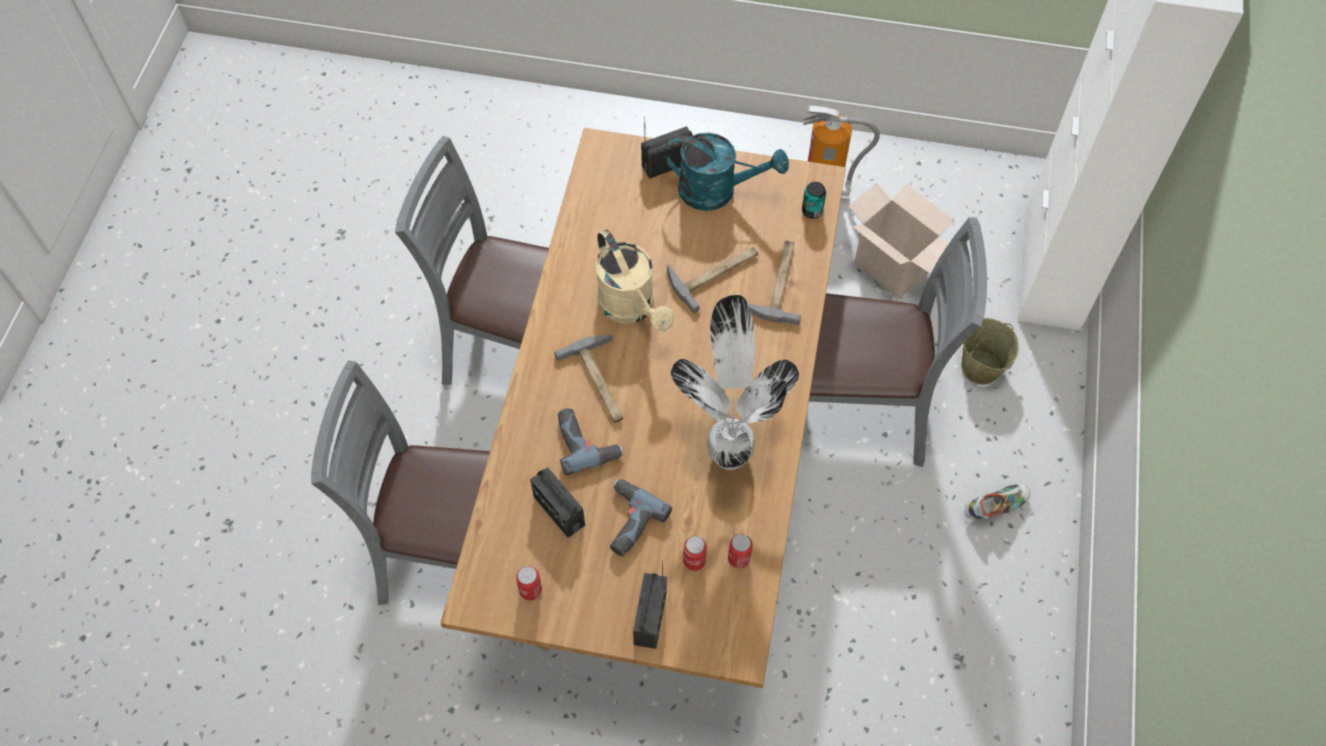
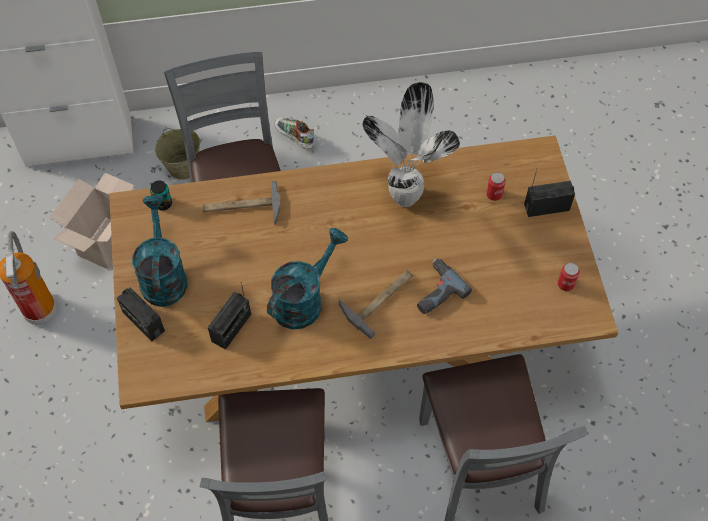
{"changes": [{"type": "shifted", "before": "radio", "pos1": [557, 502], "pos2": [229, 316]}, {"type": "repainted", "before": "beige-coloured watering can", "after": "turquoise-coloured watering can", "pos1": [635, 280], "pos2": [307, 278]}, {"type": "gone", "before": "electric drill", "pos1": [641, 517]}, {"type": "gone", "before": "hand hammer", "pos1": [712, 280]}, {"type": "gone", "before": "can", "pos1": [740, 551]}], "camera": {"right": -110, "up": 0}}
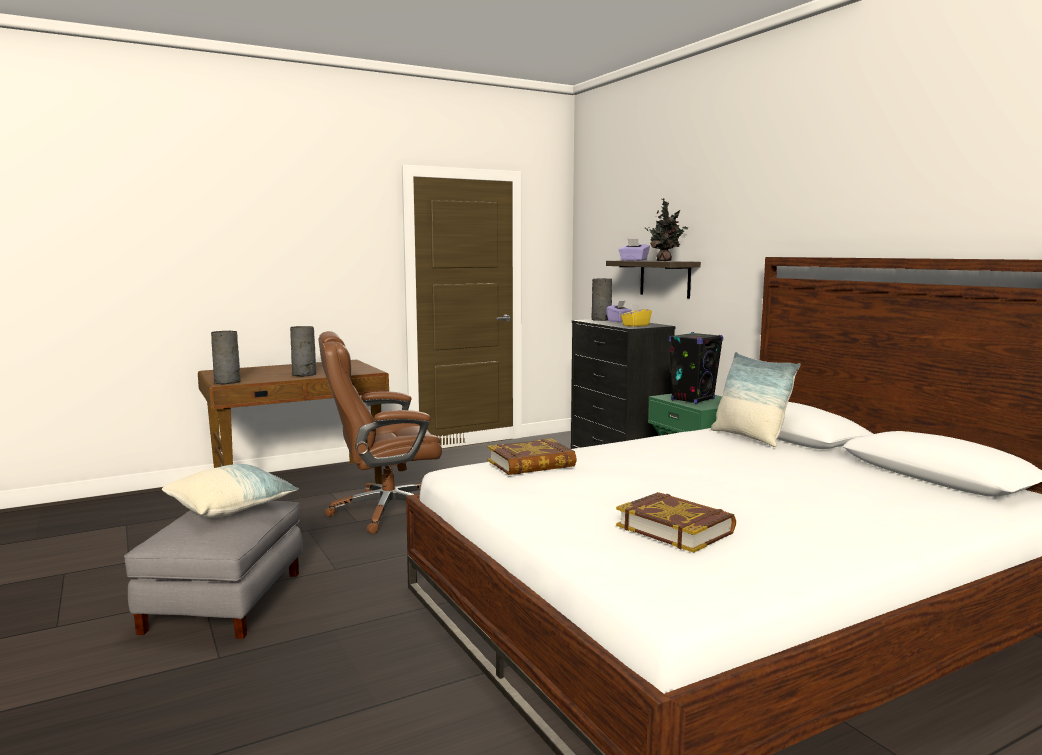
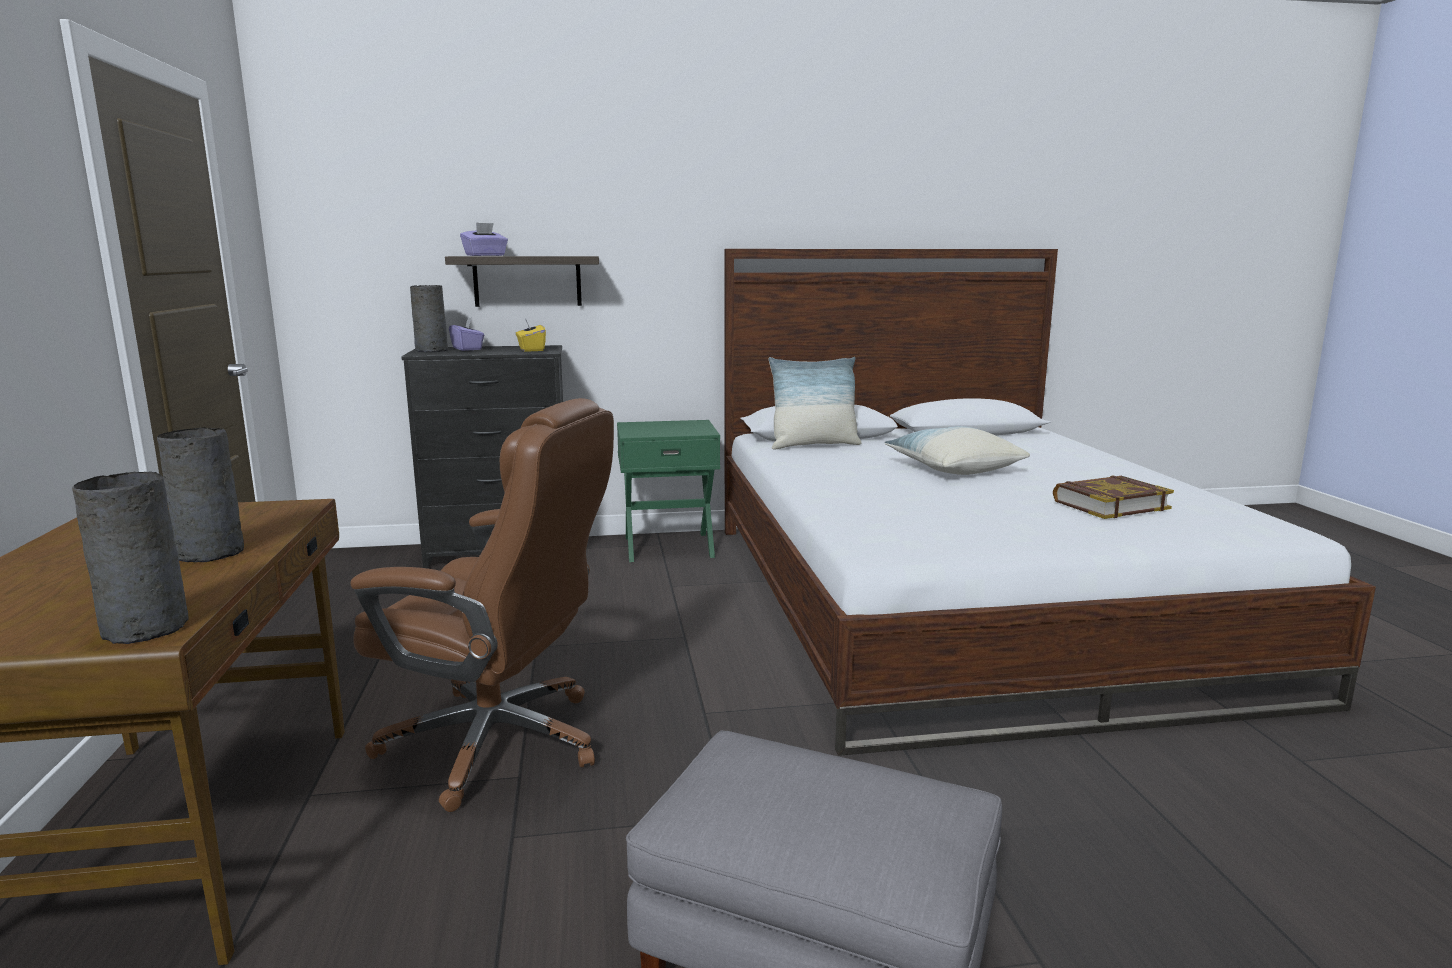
{"changes": [{"type": "rotated", "before": "brownish office chair", "pos1": [380, 432], "pos2": [482, 605], "turn": -75}, {"type": "shifted", "before": "pillow", "pos1": [230, 491], "pos2": [957, 450]}, {"type": "gone", "before": "book", "pos1": [532, 457]}, {"type": "gone", "before": "plant in a pot", "pos1": [666, 229]}, {"type": "gone", "before": "black loudspeaker", "pos1": [696, 368]}], "camera": {"right": -70, "up": 5}}
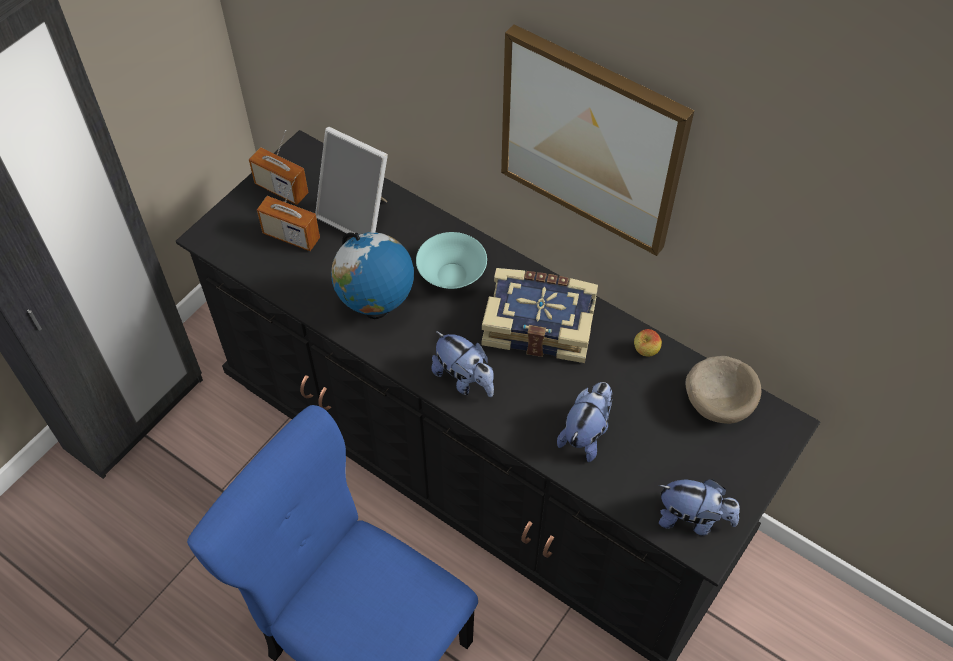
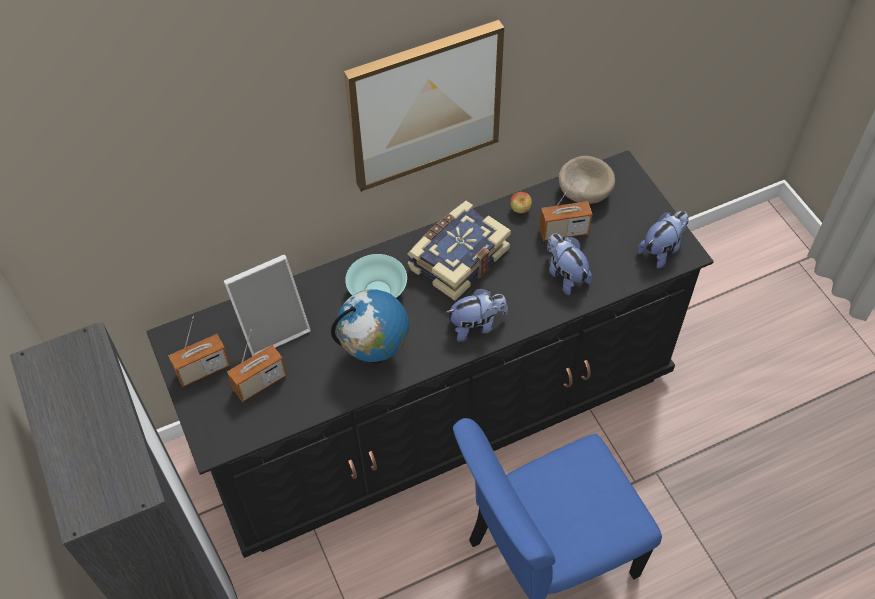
{"changes": [{"type": "new", "after": "radio", "pos2": [565, 209]}], "camera": {"right": -60, "up": 0}}
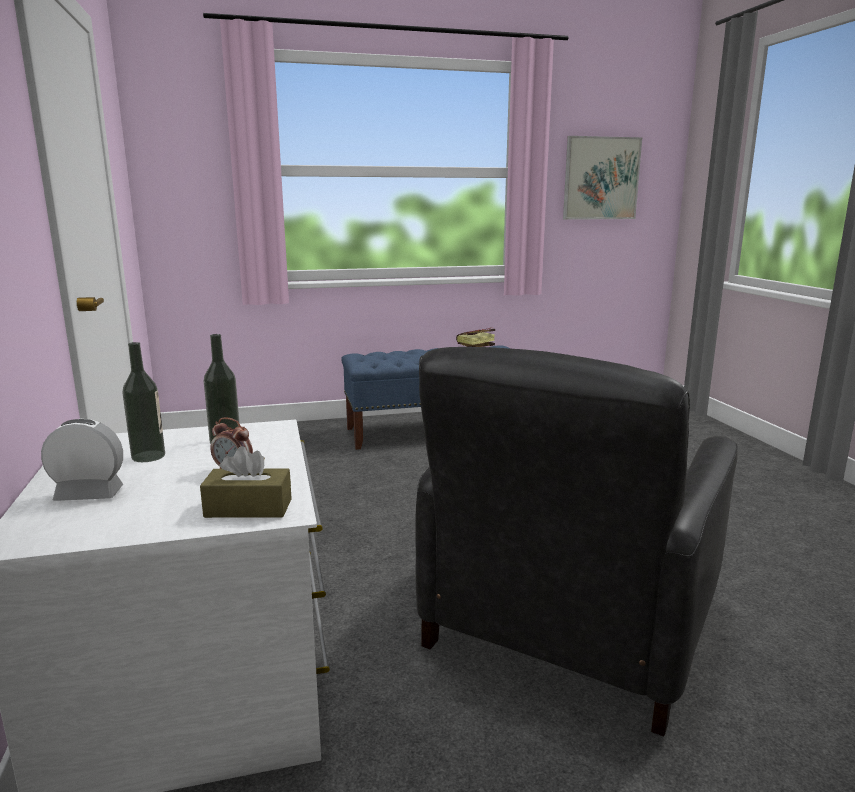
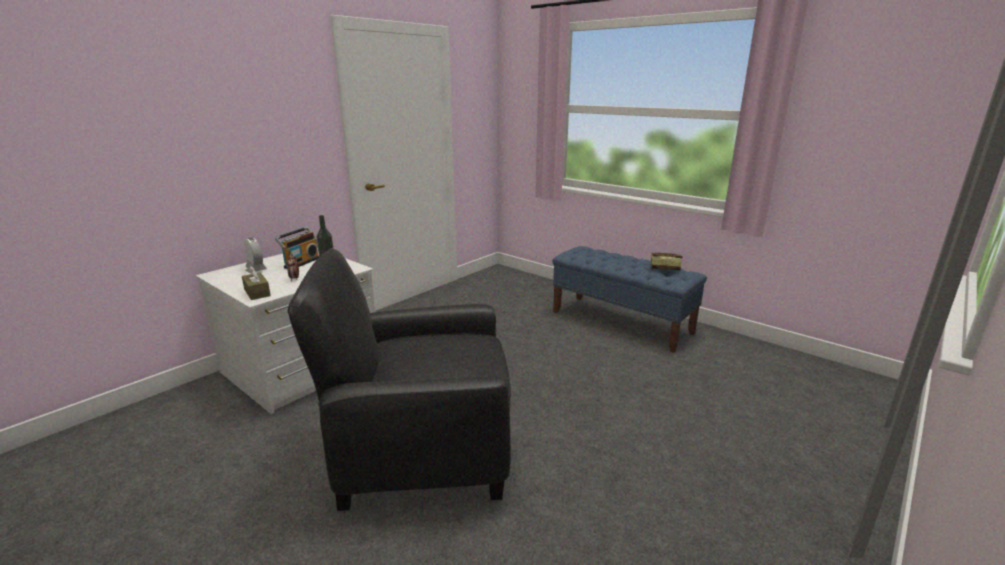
{"changes": [{"type": "swapped", "before": "bottle", "after": "radio", "pos1": [143, 402], "pos2": [297, 248]}, {"type": "gone", "before": "wall art", "pos1": [602, 178]}], "camera": {"right": 55, "up": 5}}
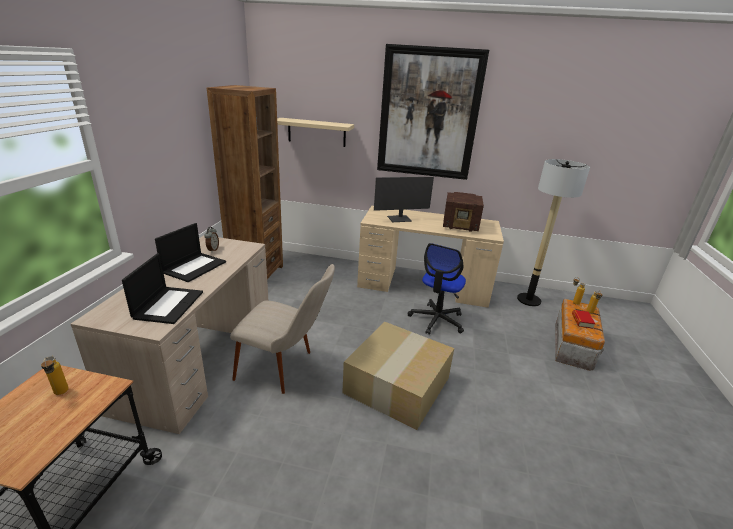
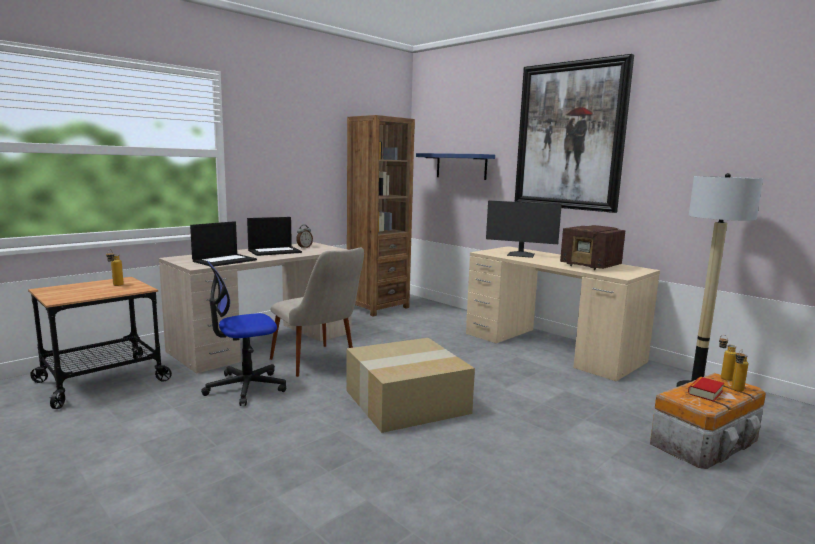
{"changes": [{"type": "shifted", "before": "office chair", "pos1": [437, 289], "pos2": [243, 333]}, {"type": "repainted", "before": "beige-coloured bracket shelf", "after": "blue-coloured bracket shelf", "pos1": [315, 132], "pos2": [455, 166]}], "camera": {"right": 35, "up": -15}}
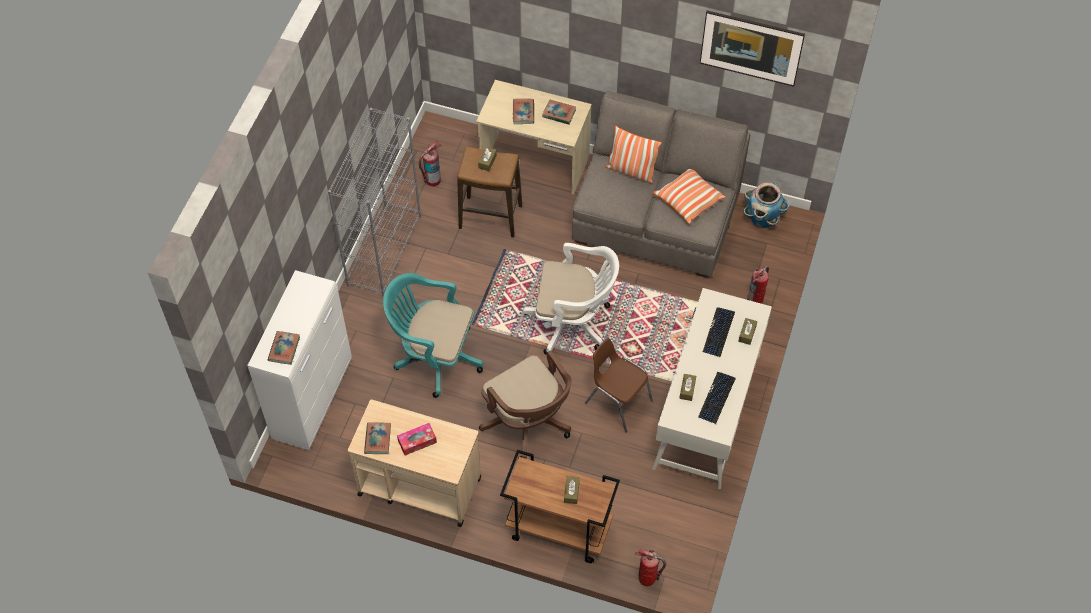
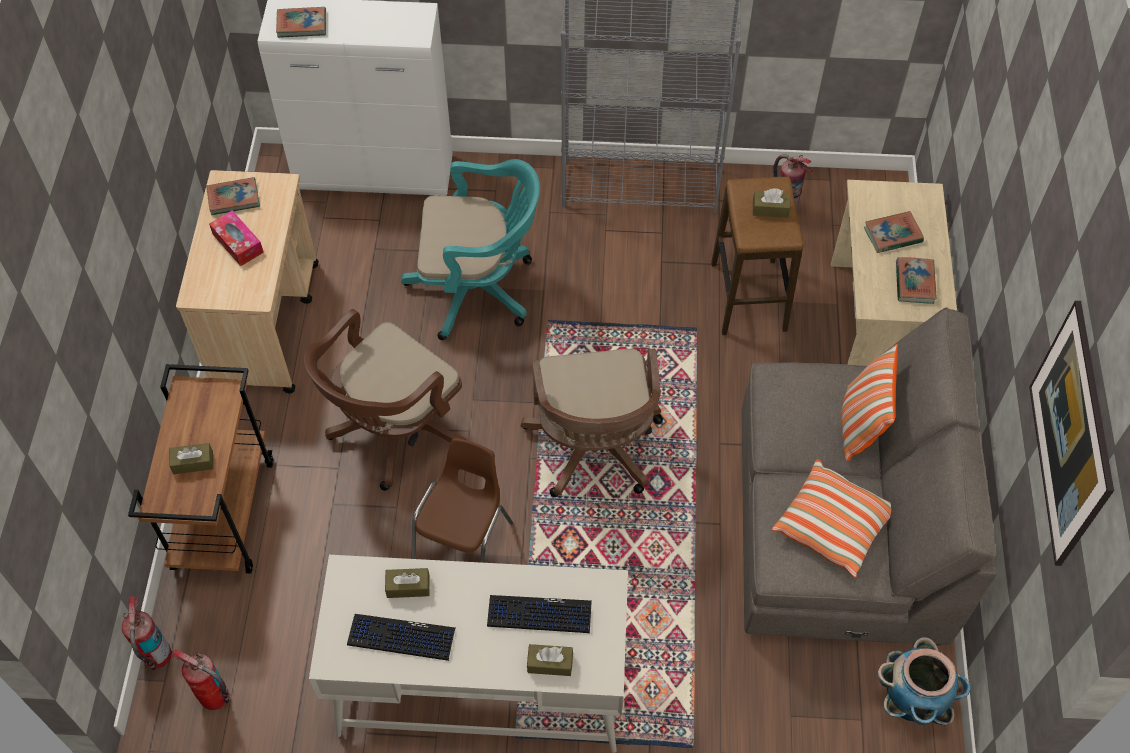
{"changes": [{"type": "shifted", "before": "fire extinguisher", "pos1": [758, 285], "pos2": [200, 679]}, {"type": "rotated", "before": "turquoise-coloured office chair", "pos1": [433, 335], "pos2": [470, 249], "turn": 90}, {"type": "repainted", "before": "white-coloured office chair", "after": "brownish office chair", "pos1": [571, 299], "pos2": [592, 422]}], "camera": {"right": 75, "up": 0}}
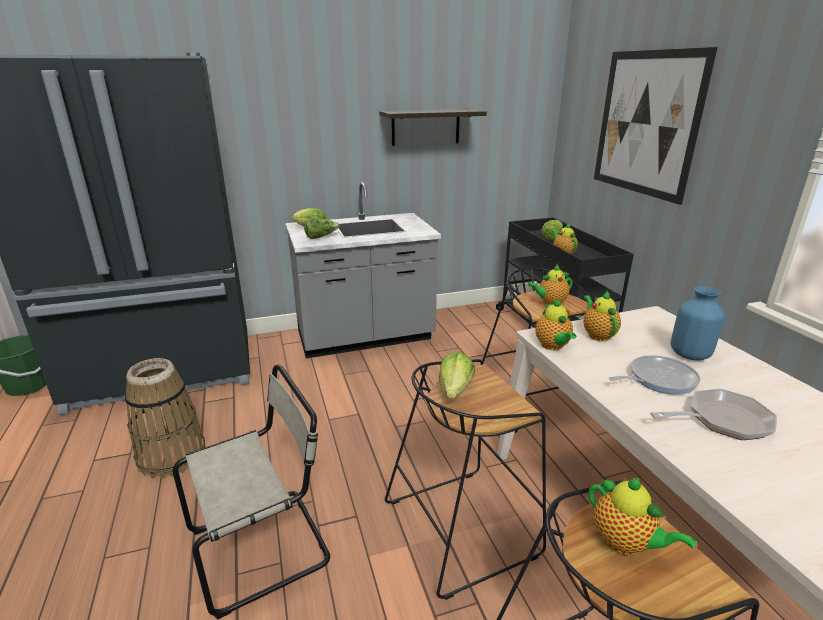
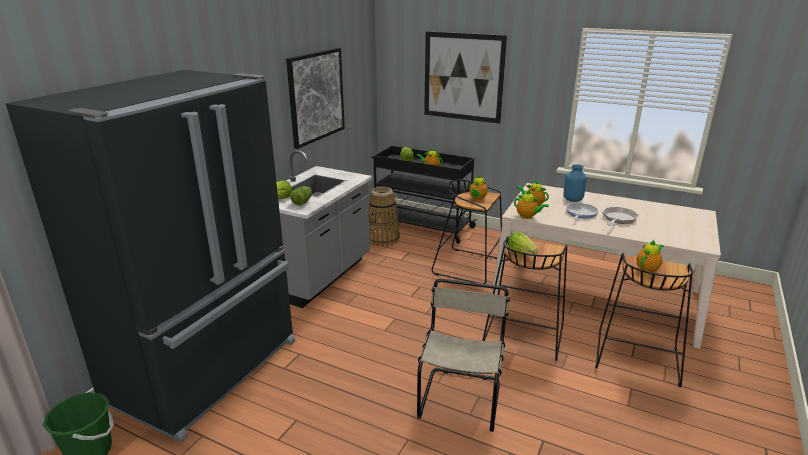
{"changes": [{"type": "swapped", "before": "bracket shelf", "after": "wall art", "pos1": [433, 127], "pos2": [315, 98]}, {"type": "shifted", "before": "basket", "pos1": [165, 418], "pos2": [384, 216]}, {"type": "rotated", "before": "tea pot", "pos1": [642, 516], "pos2": [649, 257], "turn": -45}], "camera": {"right": -45, "up": 0}}
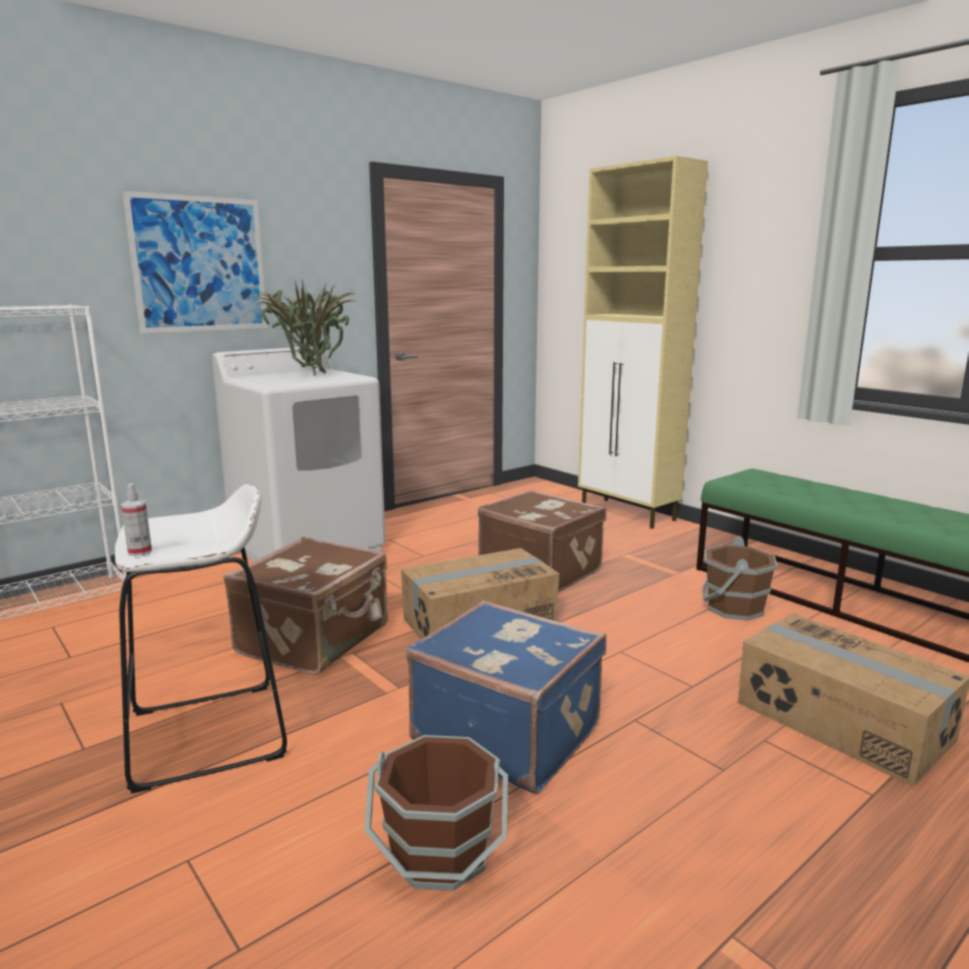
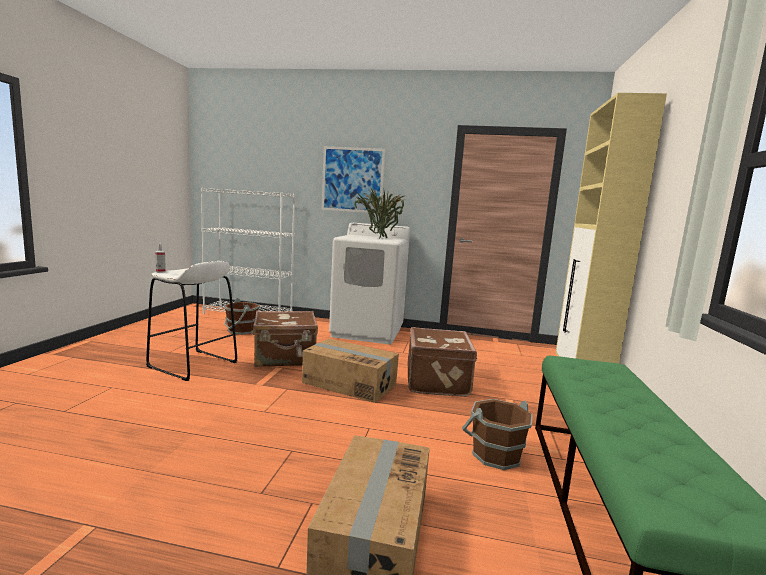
{"changes": [{"type": "shifted", "before": "brownish pail", "pos1": [436, 813], "pos2": [242, 316]}, {"type": "gone", "before": "blue-coloured travel case", "pos1": [506, 697]}], "camera": {"right": 50, "up": -5}}
